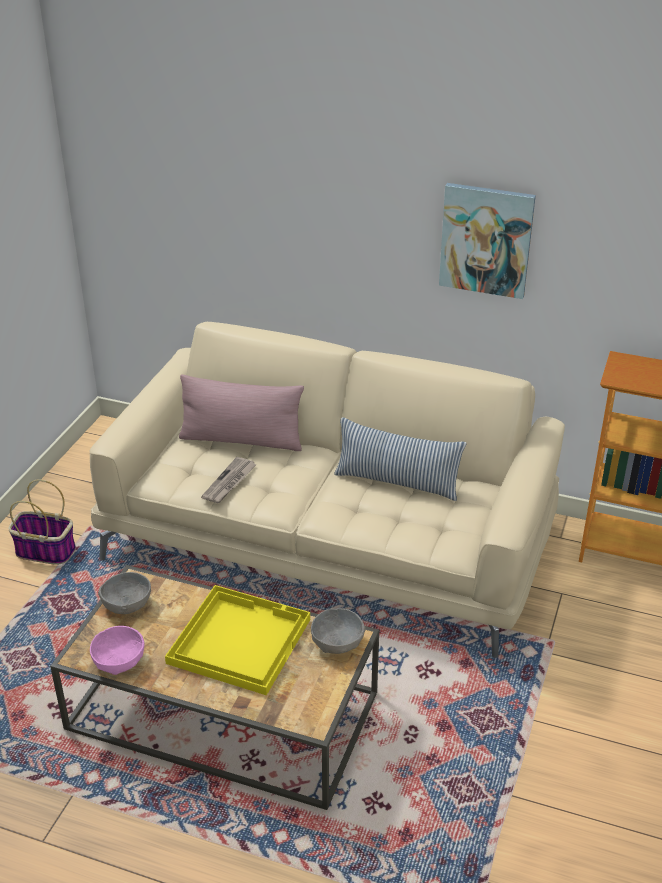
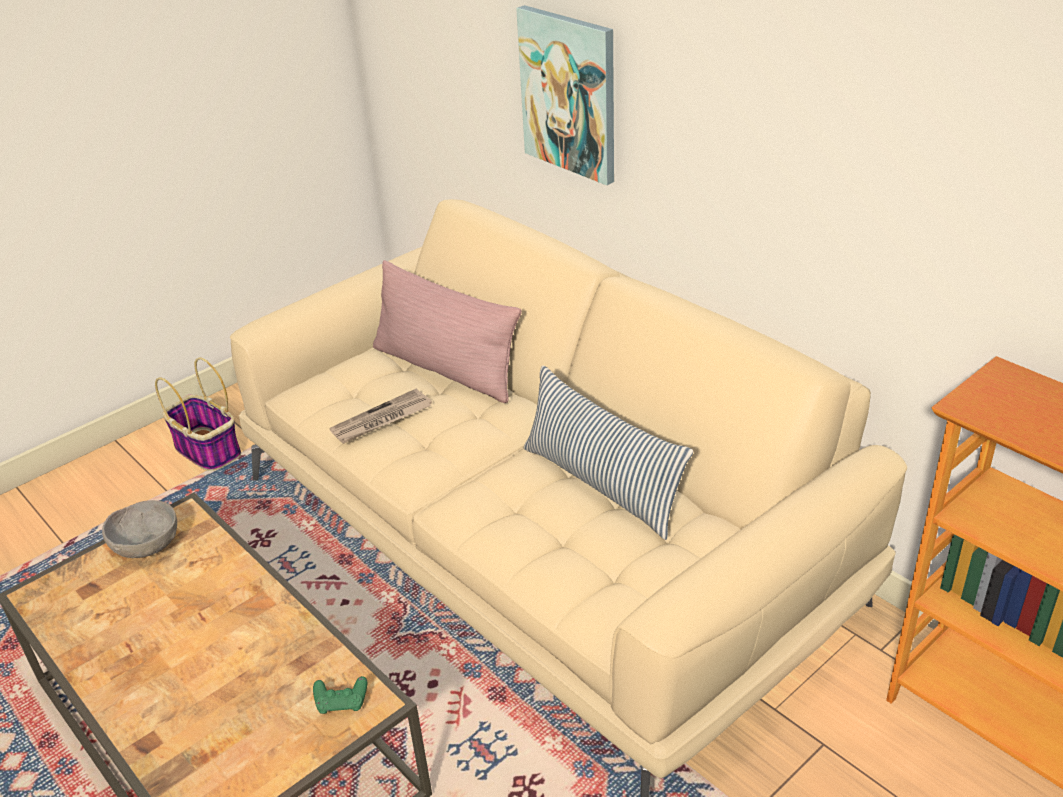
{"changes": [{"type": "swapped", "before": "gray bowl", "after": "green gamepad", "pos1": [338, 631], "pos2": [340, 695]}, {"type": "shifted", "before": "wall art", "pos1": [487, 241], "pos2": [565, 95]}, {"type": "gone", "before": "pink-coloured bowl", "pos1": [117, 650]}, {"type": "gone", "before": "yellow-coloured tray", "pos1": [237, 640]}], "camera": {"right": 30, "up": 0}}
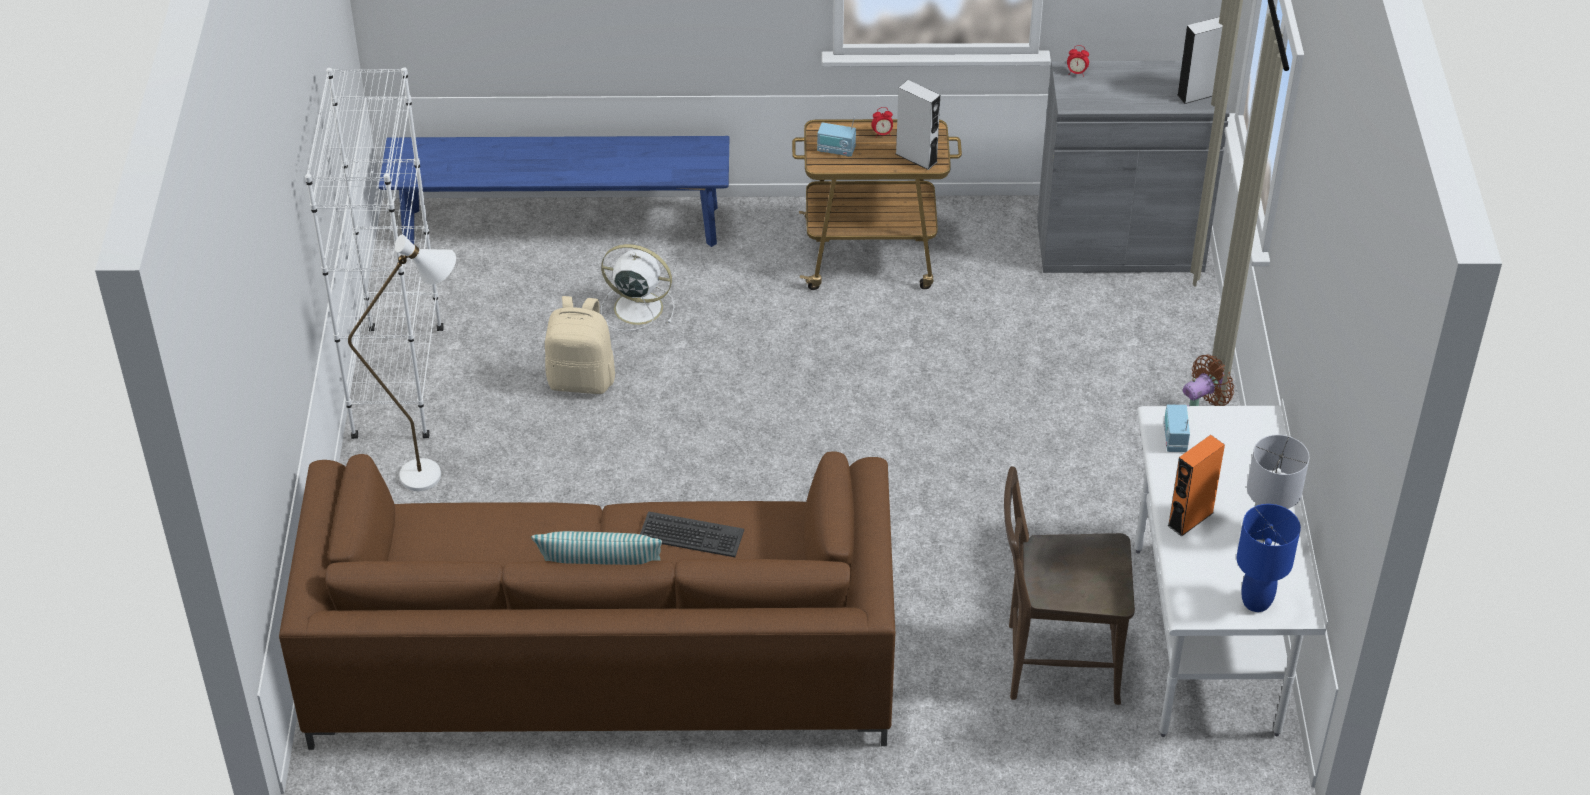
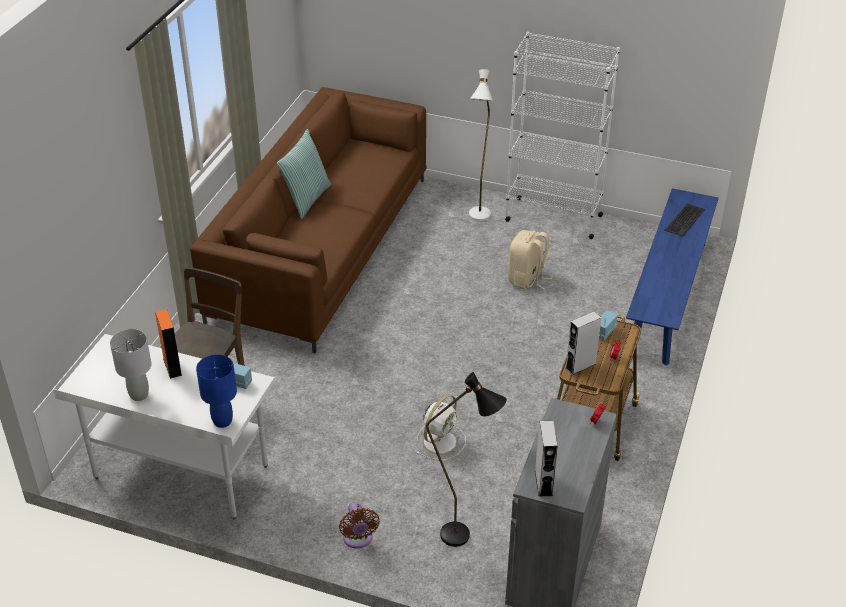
{"changes": [{"type": "shifted", "before": "blue-coloured tabletop lamp", "pos1": [1268, 558], "pos2": [216, 391]}, {"type": "shifted", "before": "white-coloured fan", "pos1": [637, 287], "pos2": [441, 427]}, {"type": "new", "after": "black floor lamp", "pos2": [466, 459]}, {"type": "shifted", "before": "computer keyboard", "pos1": [692, 534], "pos2": [685, 219]}], "camera": {"right": 110, "up": -5}}
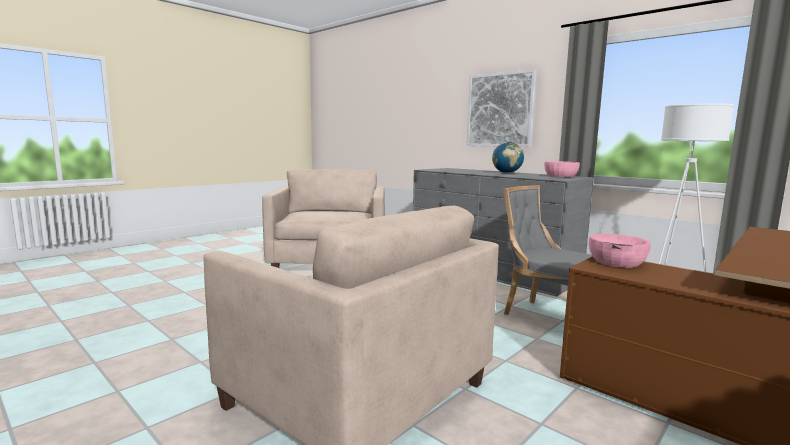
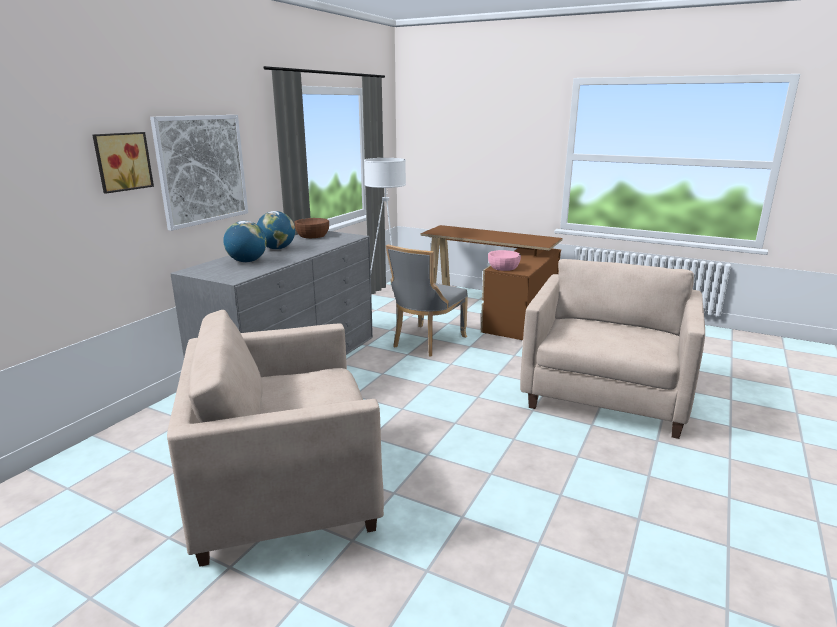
{"changes": [{"type": "new", "after": "wall art", "pos2": [123, 163]}, {"type": "new", "after": "desk globe", "pos2": [245, 241]}, {"type": "repainted", "before": "pink-coloured bowl", "after": "brownish bowl", "pos1": [562, 169], "pos2": [312, 228]}], "camera": {"right": -105, "up": 10}}
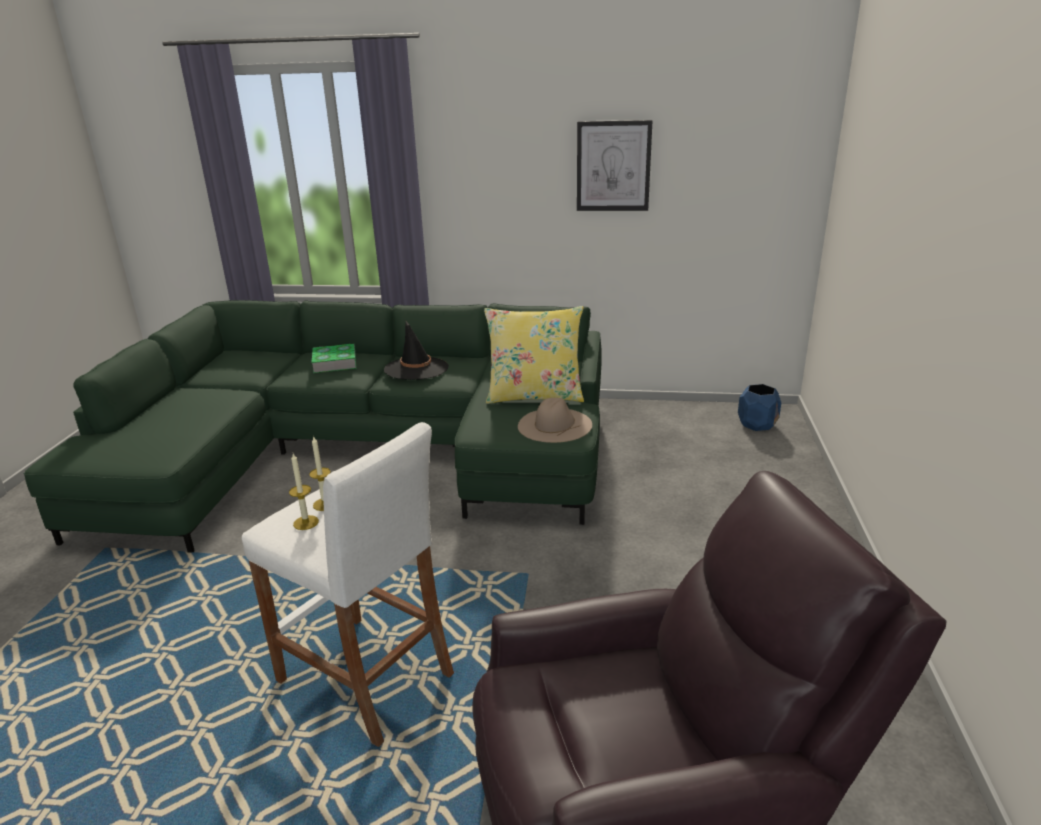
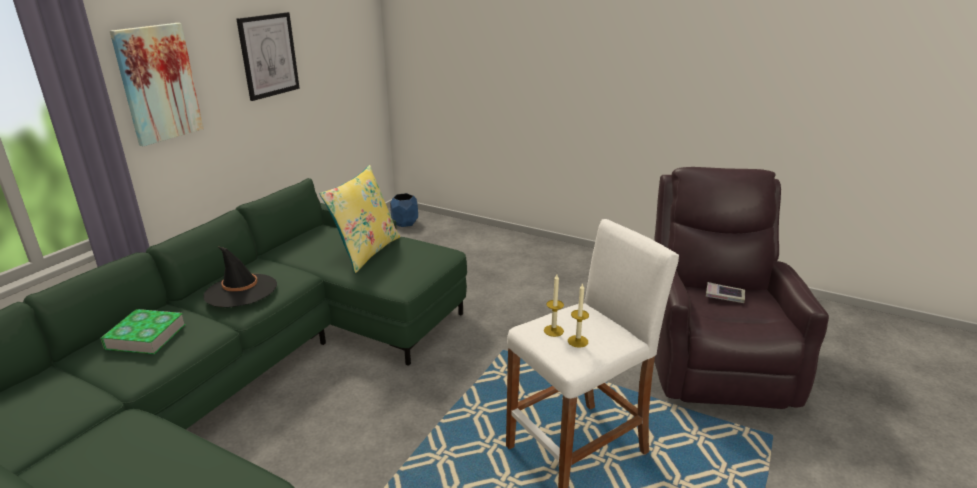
{"changes": [{"type": "new", "after": "wall art", "pos2": [157, 84]}, {"type": "new", "after": "book", "pos2": [725, 292]}, {"type": "gone", "before": "beige-coloured clothing hat", "pos1": [555, 420]}], "camera": {"right": -70, "up": 0}}
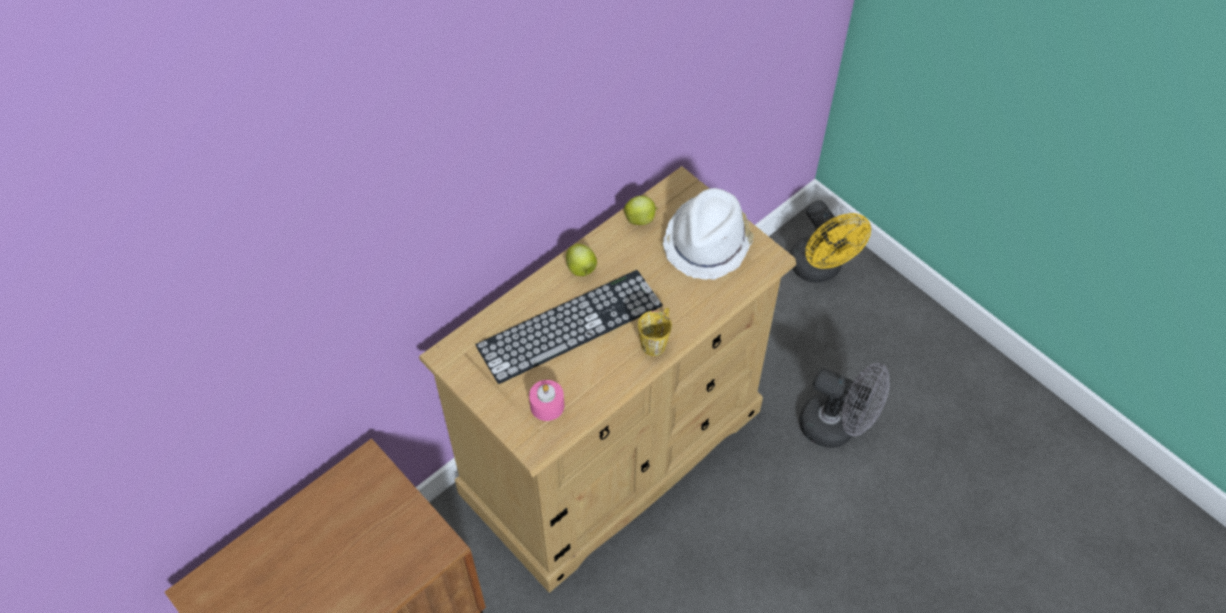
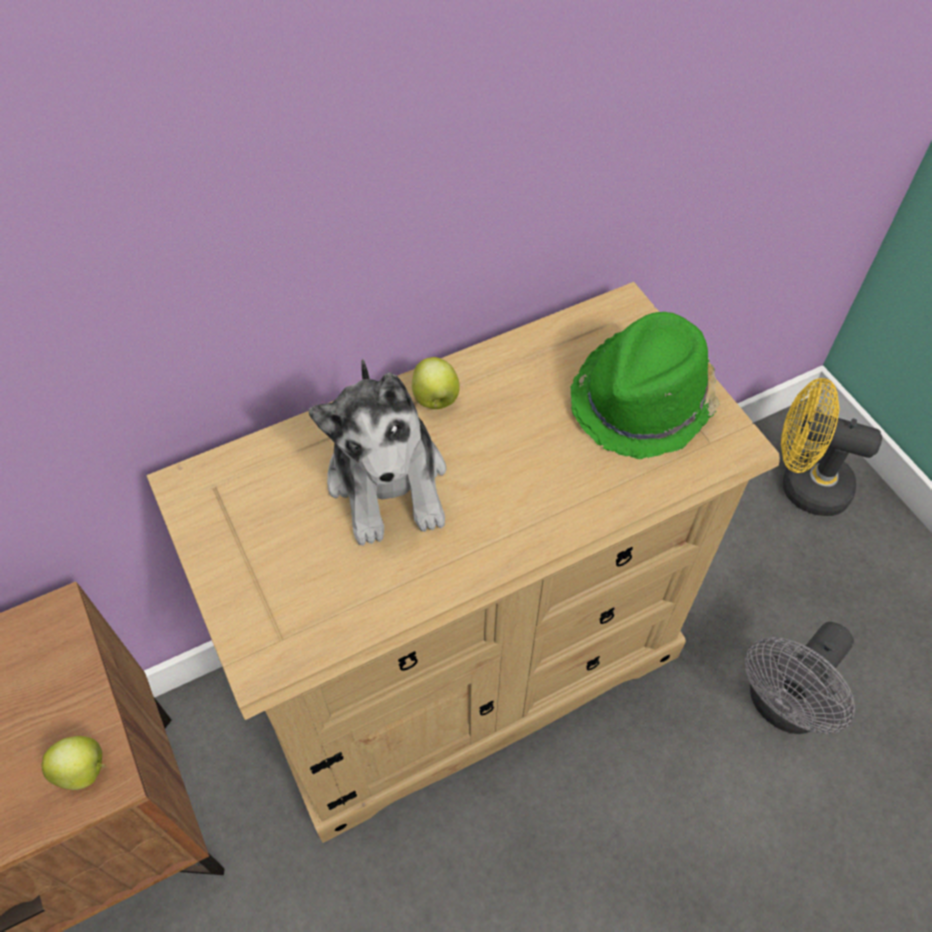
{"changes": [{"type": "shifted", "before": "whole apple", "pos1": [641, 210], "pos2": [74, 763]}, {"type": "swapped", "before": "computer keyboard", "after": "plush toy", "pos1": [569, 327], "pos2": [377, 452]}, {"type": "repainted", "before": "white-coloured clothing hat", "after": "green clothing hat", "pos1": [708, 234], "pos2": [644, 385]}, {"type": "rotated", "before": "gray fan", "pos1": [844, 405], "pos2": [800, 678], "turn": 90}, {"type": "rotated", "before": "yellow-coloured fan", "pos1": [830, 241], "pos2": [831, 447], "turn": 120}, {"type": "gone", "before": "pink-coloured wax candle", "pos1": [546, 400]}, {"type": "gone", "before": "yellow-coloured coffee mug", "pos1": [655, 332]}], "camera": {"right": 15, "up": 0}}
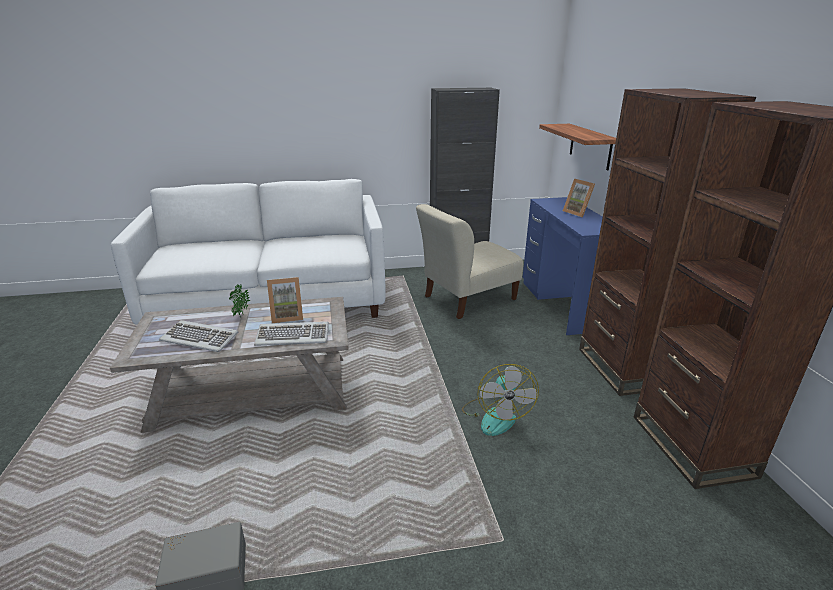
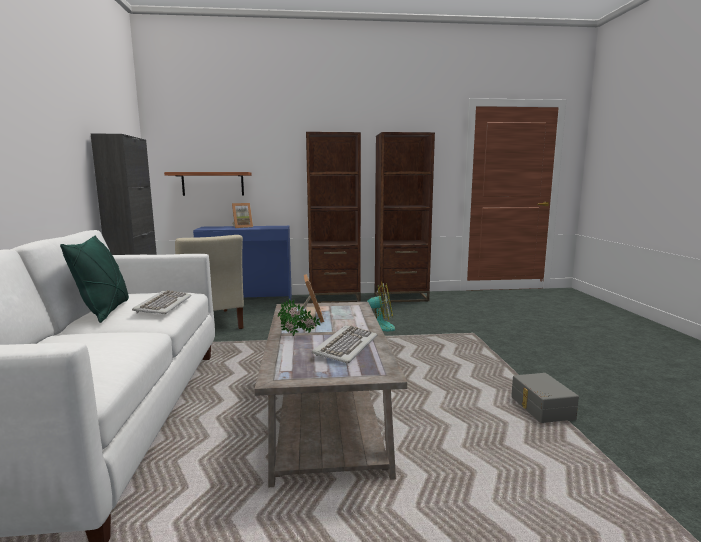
{"changes": [{"type": "new", "after": "green pillow", "pos2": [94, 279]}, {"type": "shifted", "before": "computer keyboard", "pos1": [291, 333], "pos2": [161, 302]}], "camera": {"right": -85, "up": -15}}
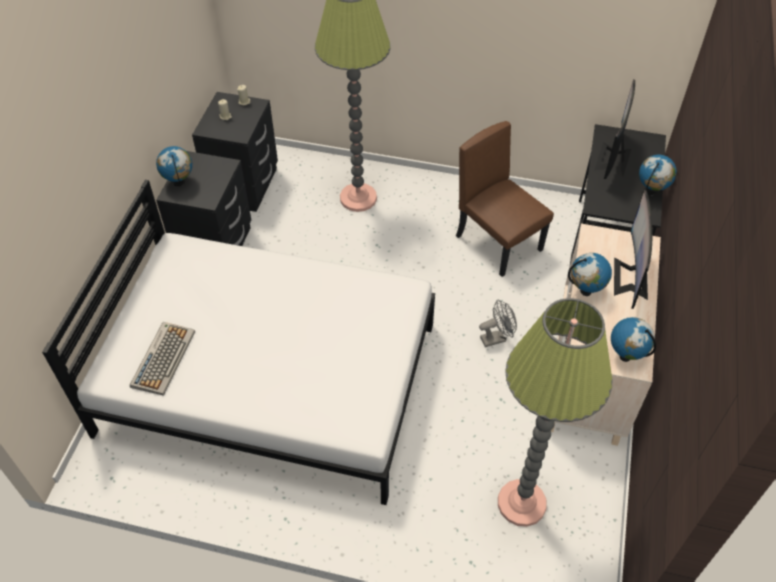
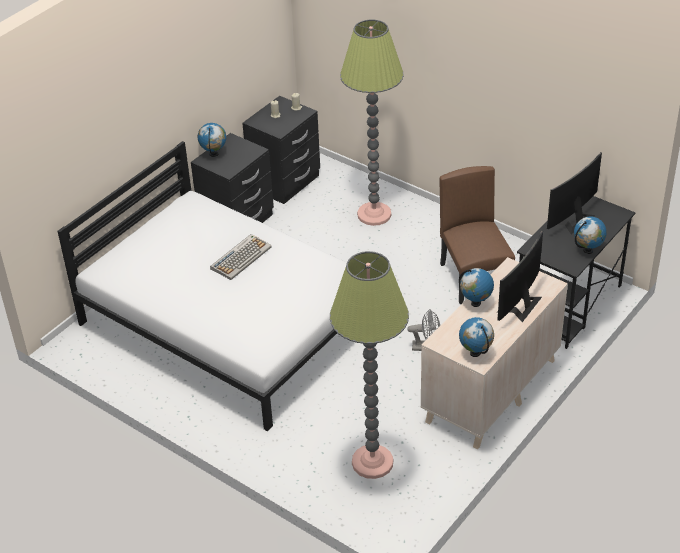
{"changes": [{"type": "shifted", "before": "computer keyboard", "pos1": [162, 359], "pos2": [241, 257]}], "camera": {"right": 25, "up": -10}}
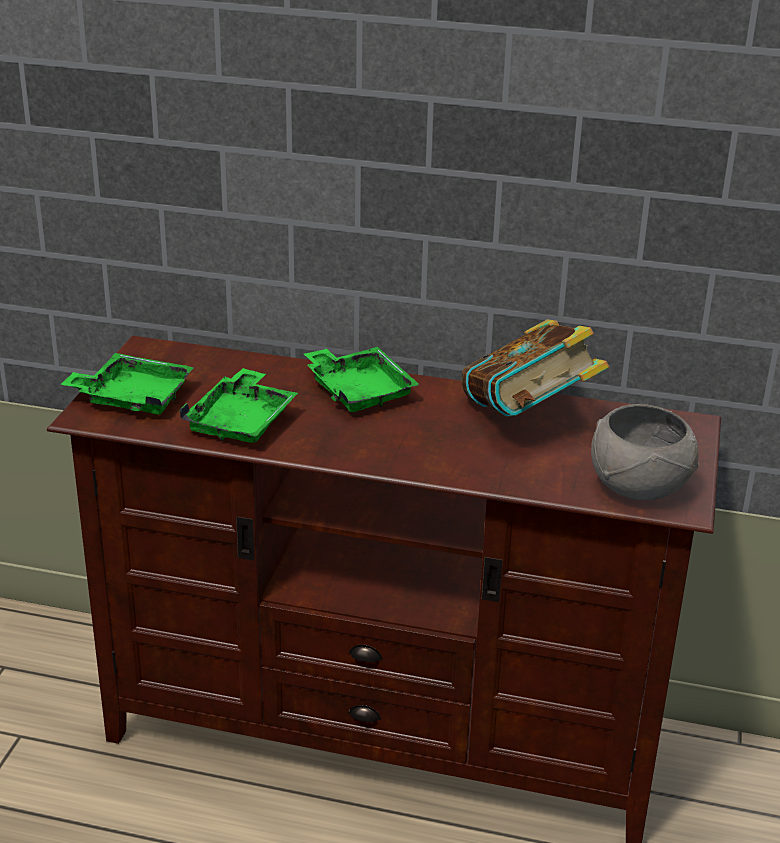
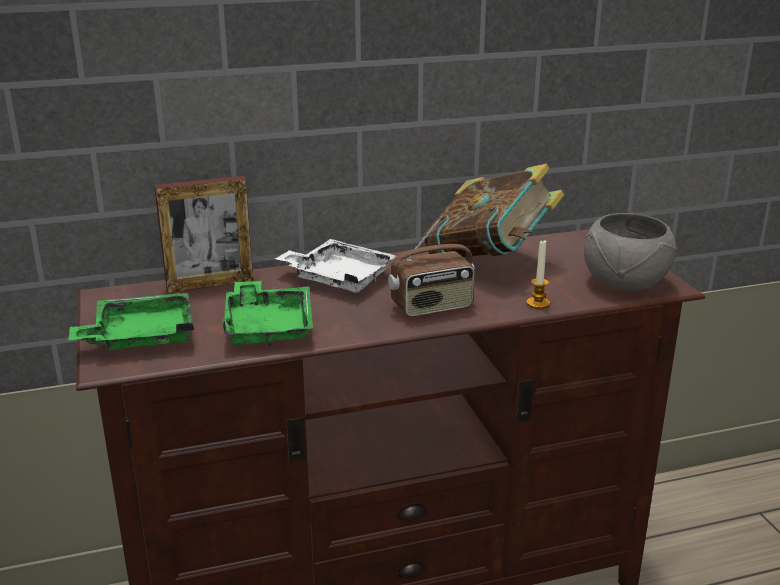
{"changes": [{"type": "new", "after": "picture frame", "pos2": [203, 234]}, {"type": "repainted", "before": "green tray", "after": "white-coloured tray", "pos1": [361, 379], "pos2": [336, 266]}, {"type": "new", "after": "radio", "pos2": [431, 267]}, {"type": "new", "after": "wax candle", "pos2": [538, 274]}], "camera": {"right": -30, "up": -5}}
